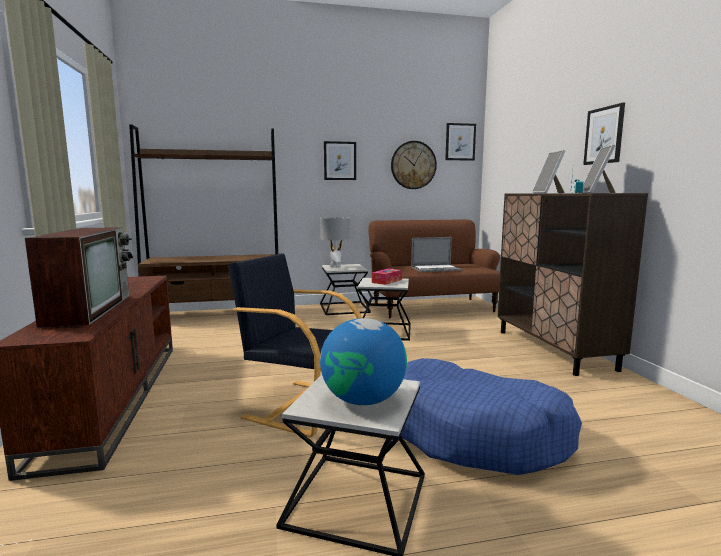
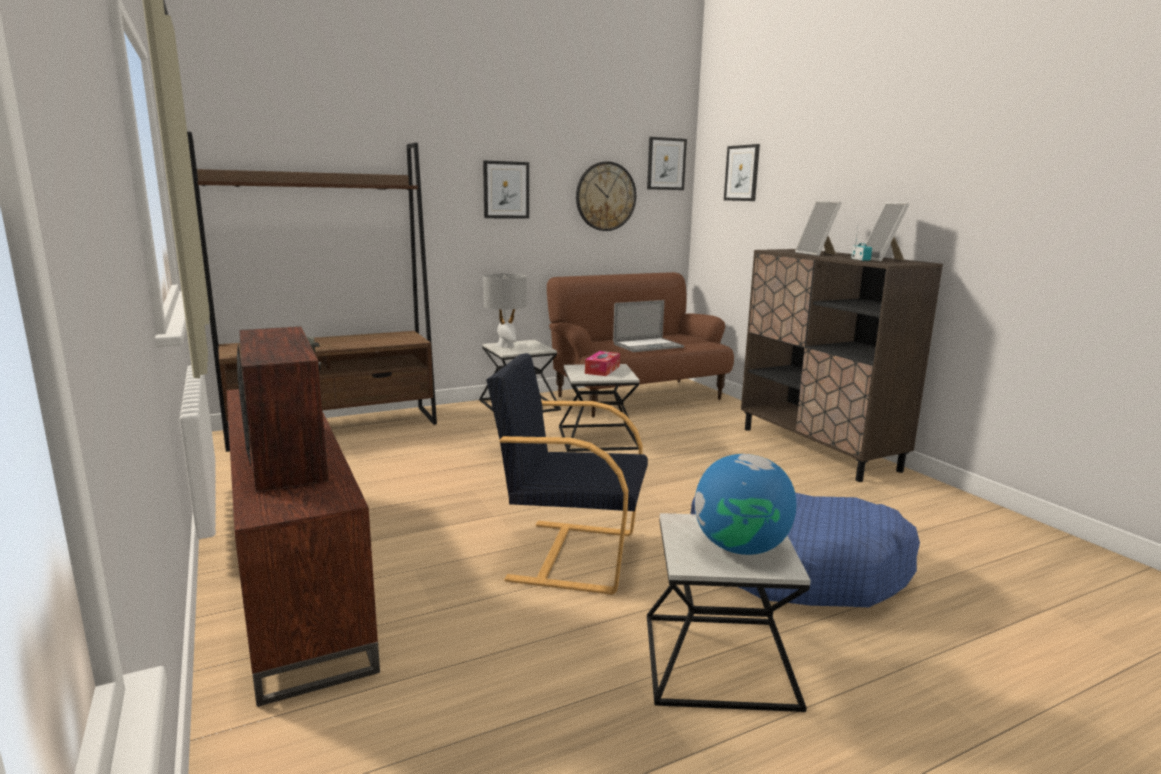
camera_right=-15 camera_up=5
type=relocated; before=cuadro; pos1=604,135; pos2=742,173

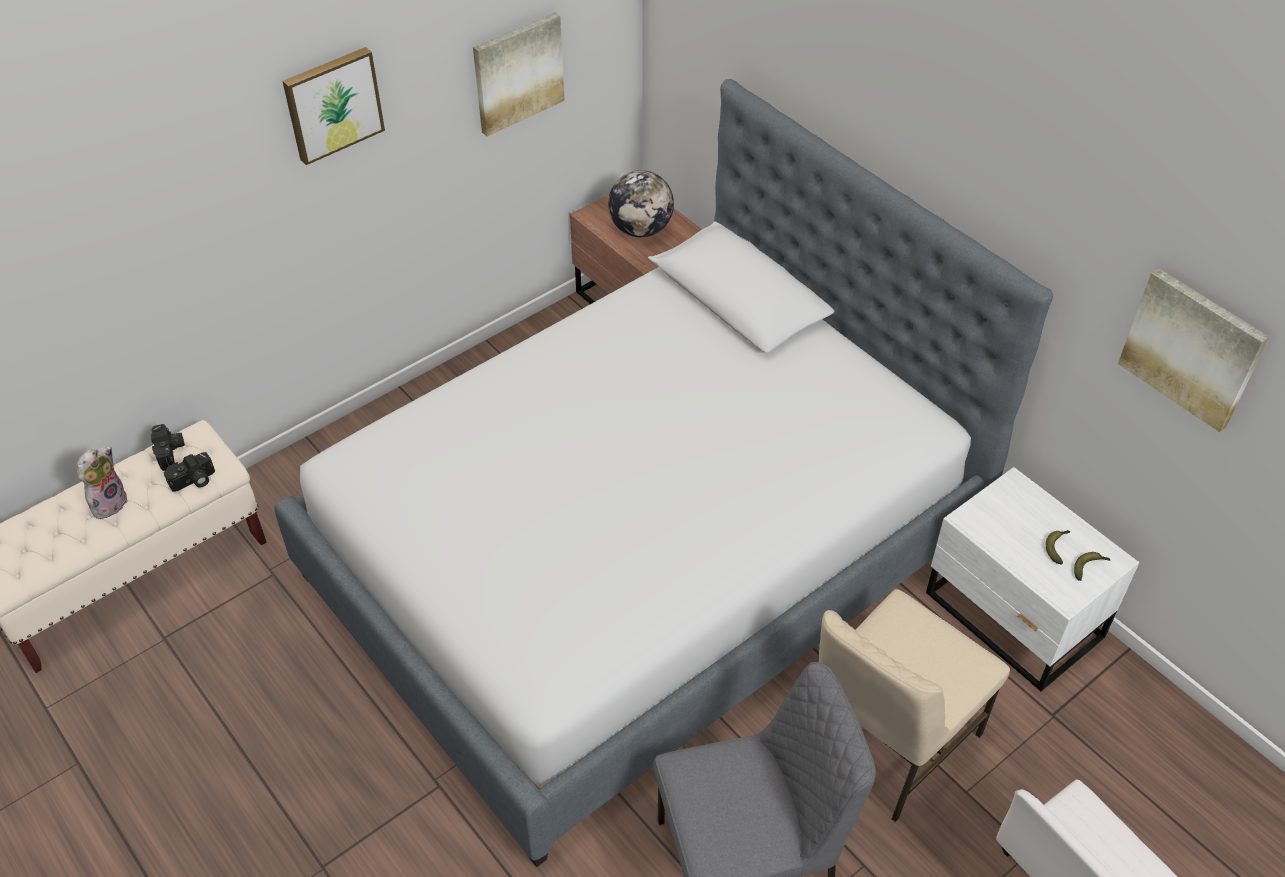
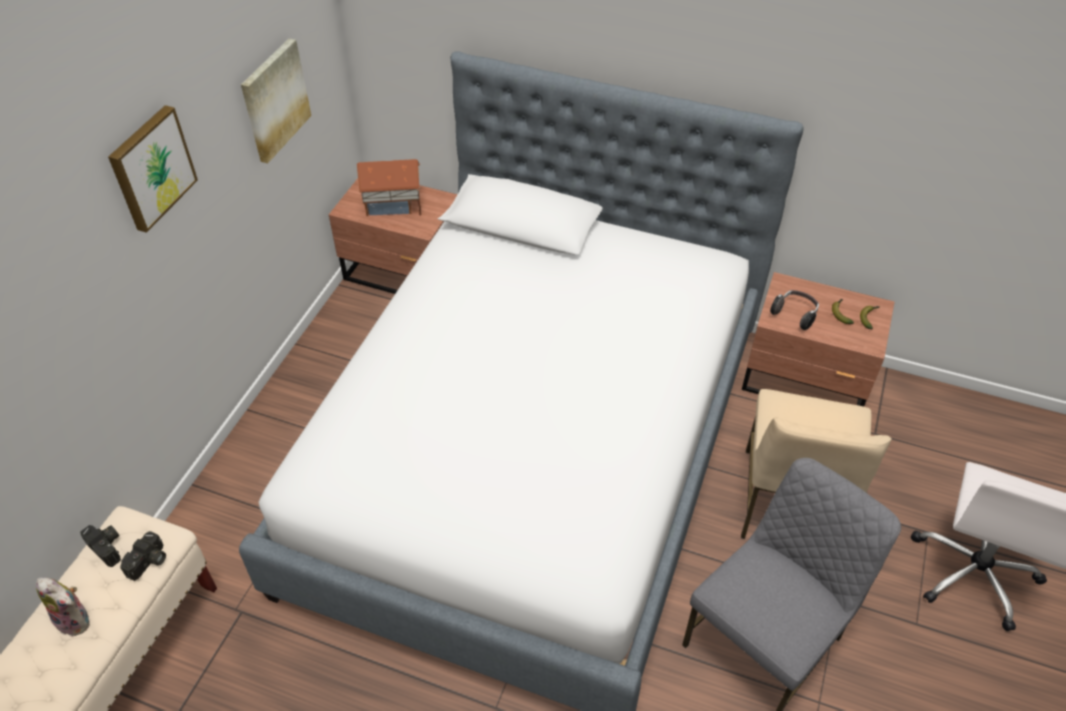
camera_right=-30 camera_up=0
type=missing; before=cuadro; pos1=1192,348
type=appeared; after=auriculares; pos2=795,314
type=exchanged; before=globo terráqueo; after=casita; pos1=641,229; pos2=393,206
type=colour; before=mesita de noche/blanco; after=mesita de noche/marrón; pos1=1013,618; pos2=806,381
type=spun; before=peluche; pos1=109,502; pos2=76,619; turn=120

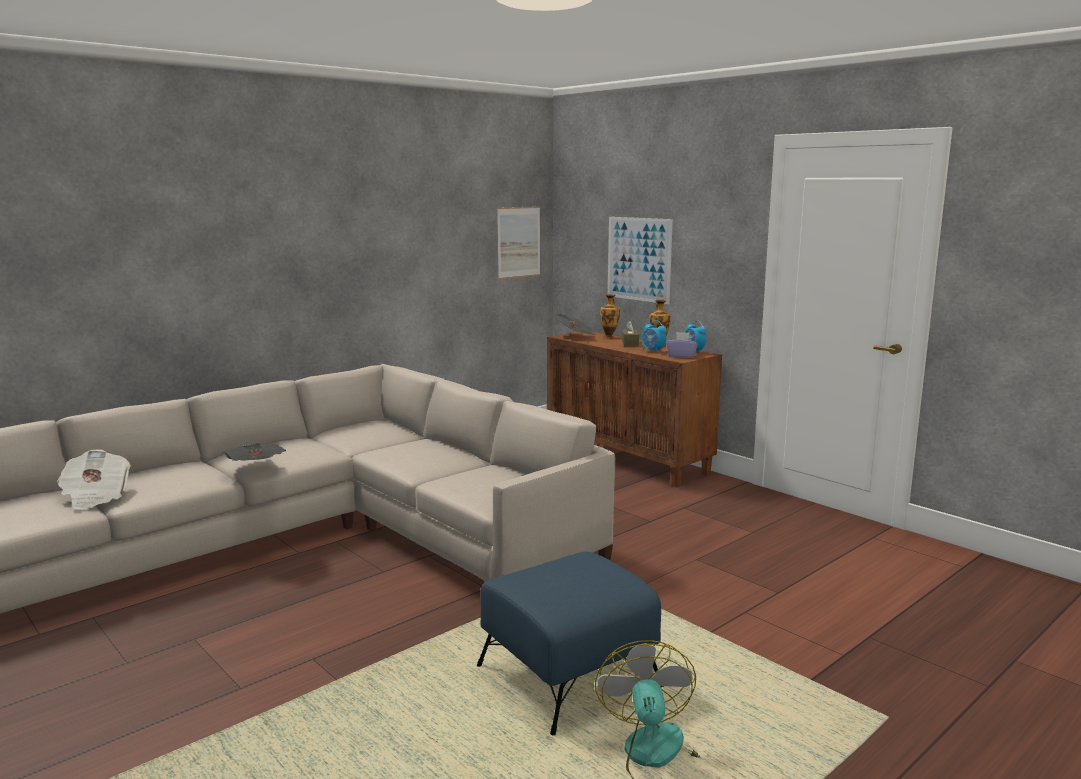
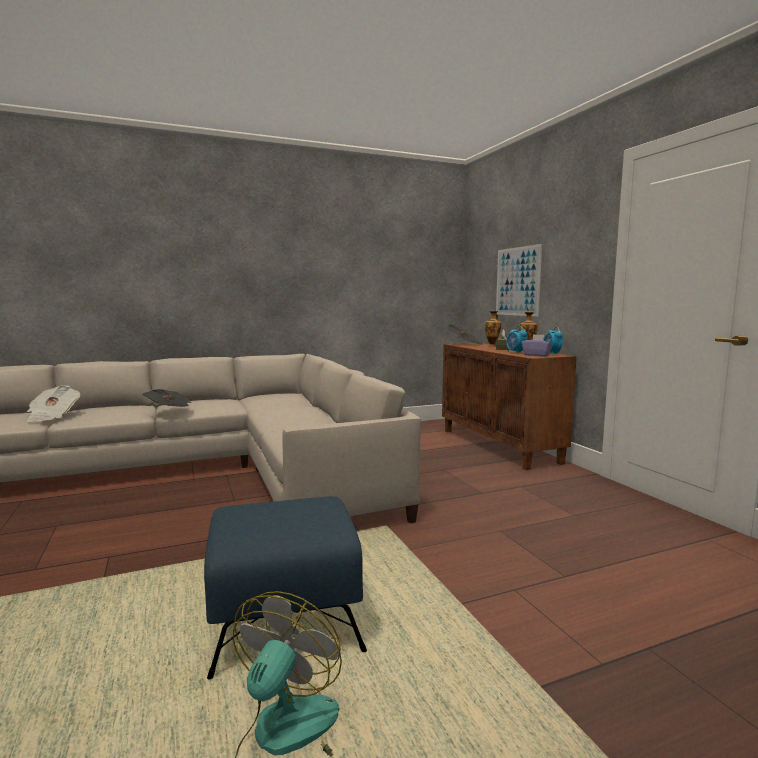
camera_right=20 camera_up=-5
type=missing; before=cuadro; pos1=518,242

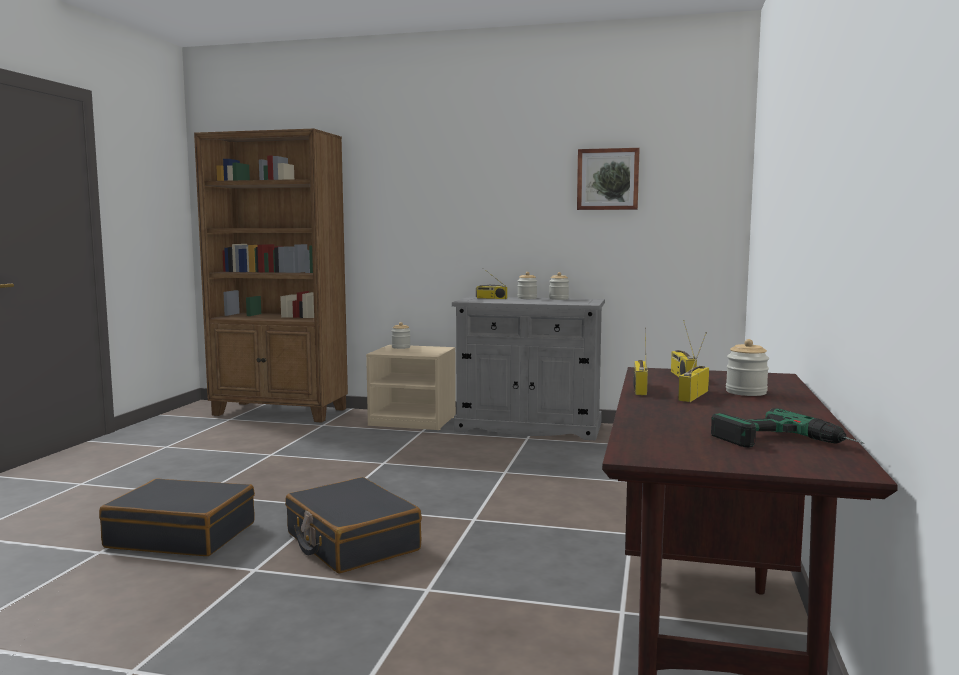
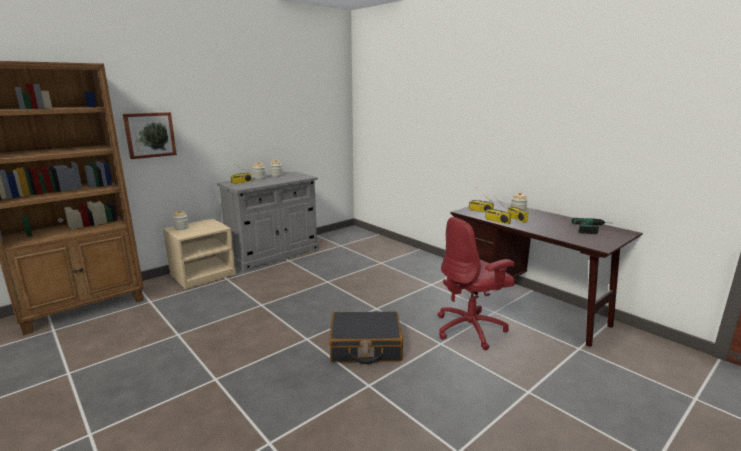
camera_right=-55 camera_up=10
type=missing; before=maleta/negro; pos1=182,535
type=appeared; after=silla de oficina/rojo; pos2=471,329
type=relocated; before=cuadro; pos1=608,179; pos2=150,135

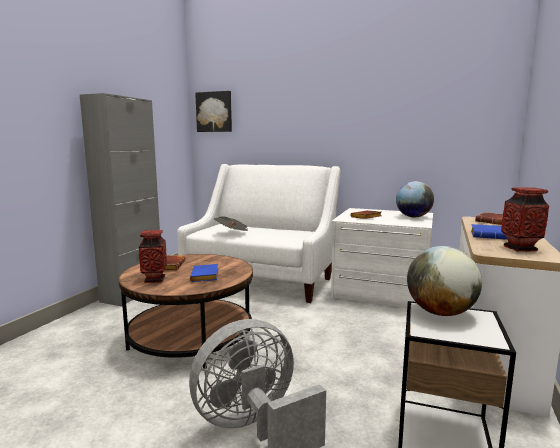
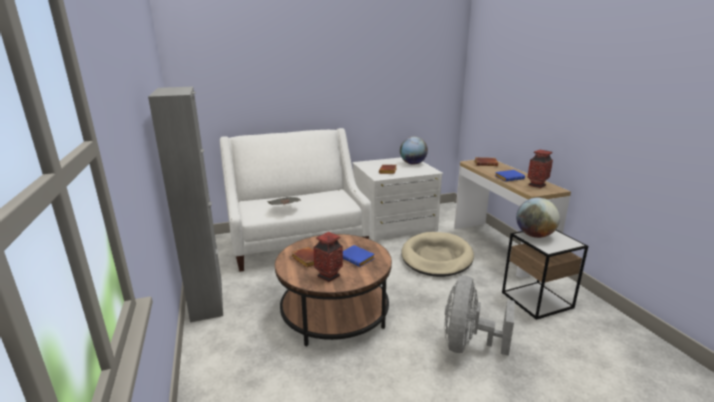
camera_right=-40 camera_up=10
type=missing; before=cuadro; pos1=214,112
type=appeared; after=cama para perro/beis; pos2=436,257

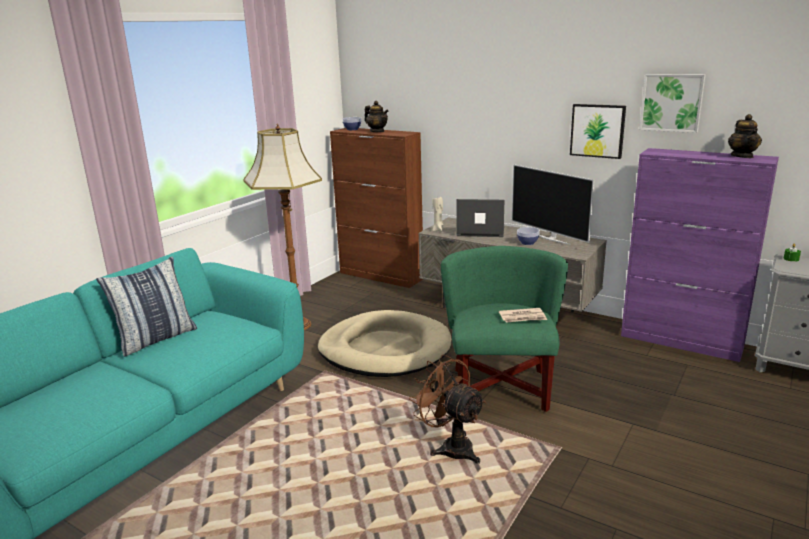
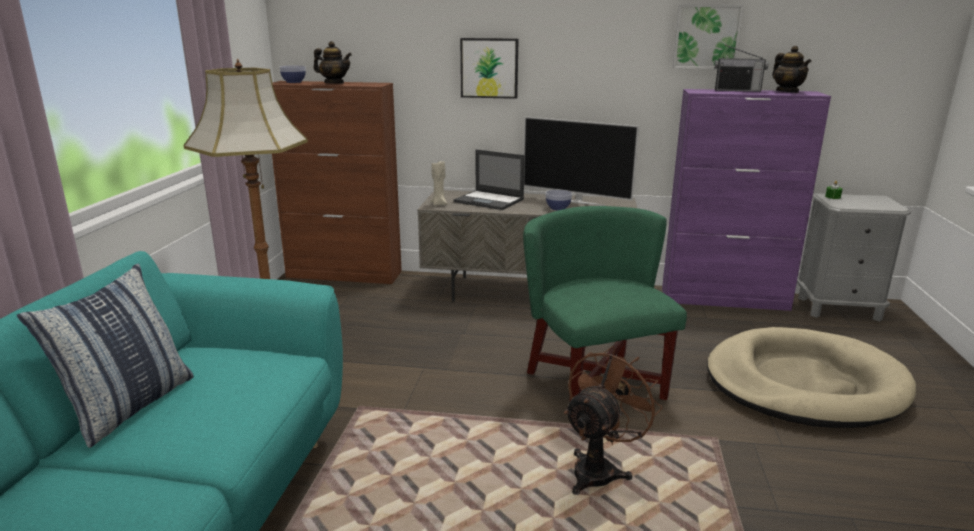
camera_right=-25 camera_up=0
type=missing; before=periódico; pos1=523,317
type=appeared; after=radio; pos2=737,90
type=relocated; before=cama para perro/beis; pos1=385,349; pos2=804,384
type=relocated; before=cuadro; pos1=597,130; pos2=489,68
type=spun; before=ventilador/marrón; pos1=451,447; pos2=599,469; turn=105
type=spun; before=portátil; pos1=480,231; pos2=490,201; turn=-135

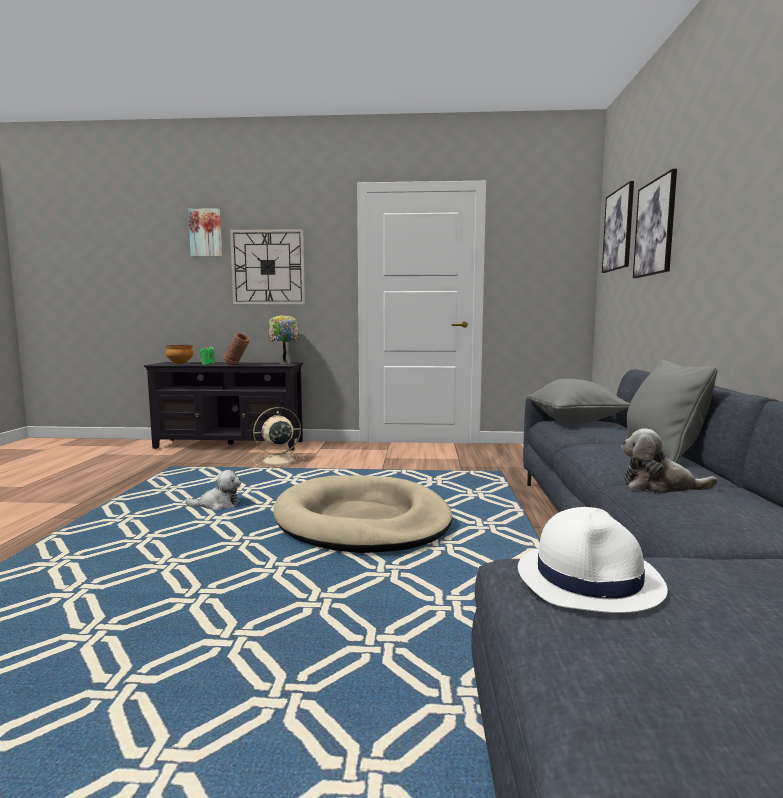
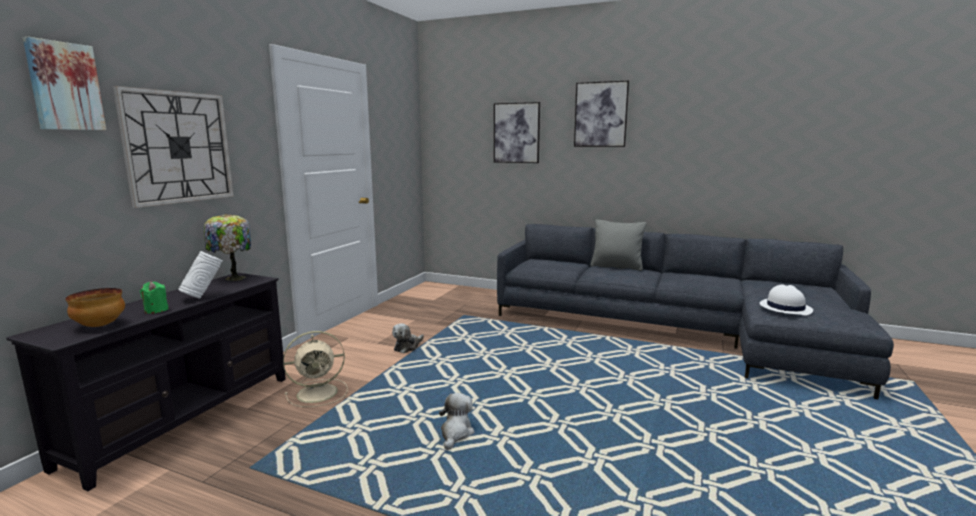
camera_right=-70 camera_up=5
type=missing; before=cama para perro/beis; pos1=362,521
type=missing; before=cojín/gris; pos1=574,422
type=relocated; before=cuadro; pos1=618,230; pos2=600,114
type=relocated; before=peluche; pos1=660,486; pos2=407,347
type=colour; before=florero/marrón; after=florero/blanco; pos1=237,364; pos2=203,297
type=spun; before=ventilador/beis; pos1=277,461; pos2=319,393; turn=-105

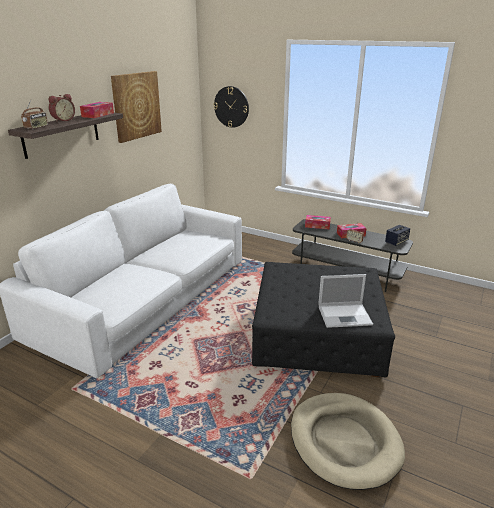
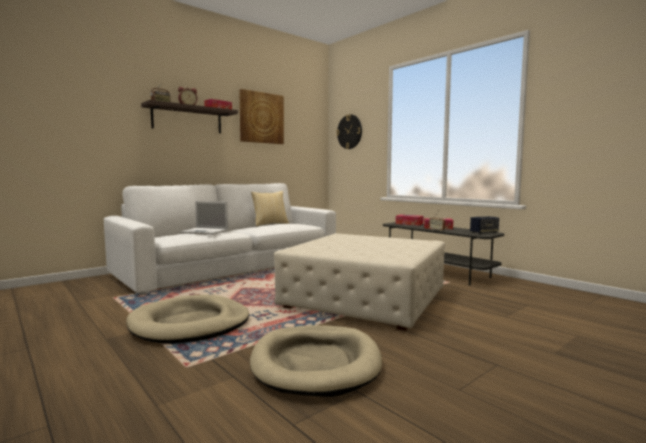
camera_right=20 camera_up=-20
type=appeared; after=cama para perro/beis; pos2=190,324
type=appeared; after=cojín; pos2=270,224
type=relocated; before=portátil; pos1=345,315; pos2=205,231
type=colour; before=puf/negro; after=puf/beis; pos1=318,335; pos2=365,299

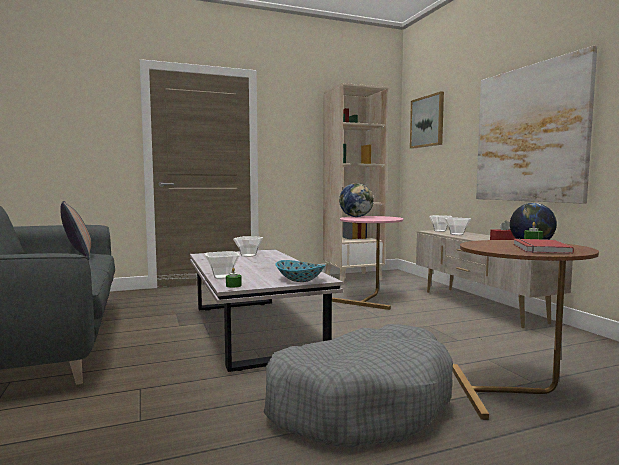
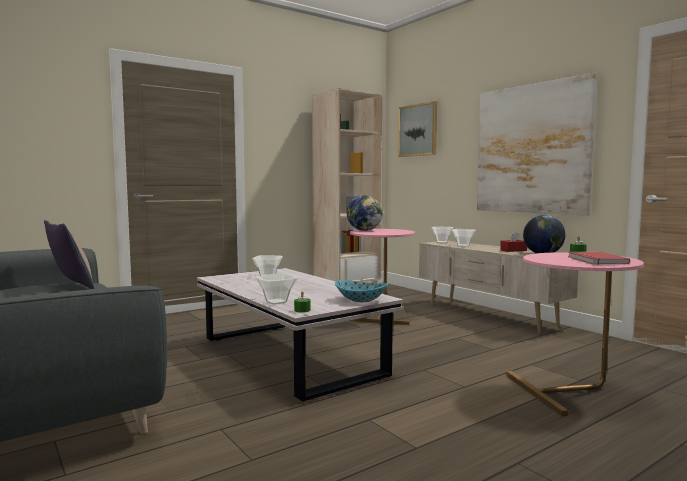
camera_right=-15 camera_up=0
type=missing; before=cama para perro/gris; pos1=359,403
type=colour; before=mesa auxiliar/marrón; after=mesa auxiliar/rosa; pos1=515,393; pos2=573,391

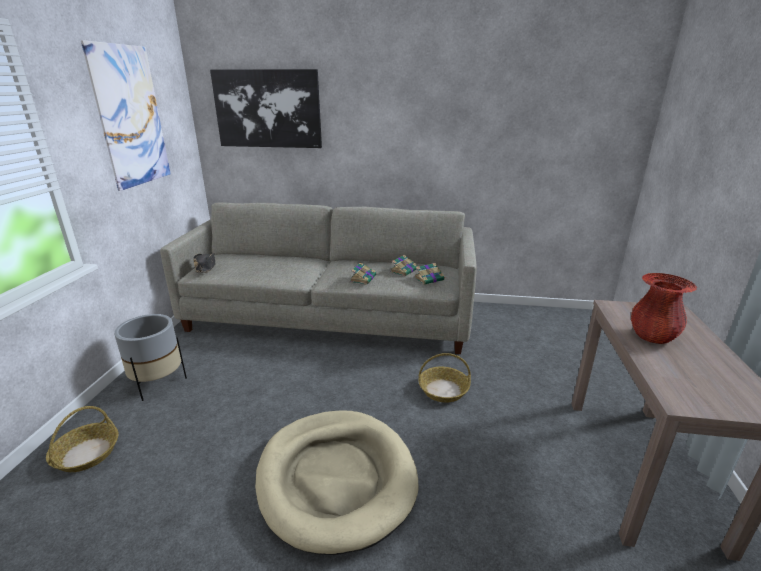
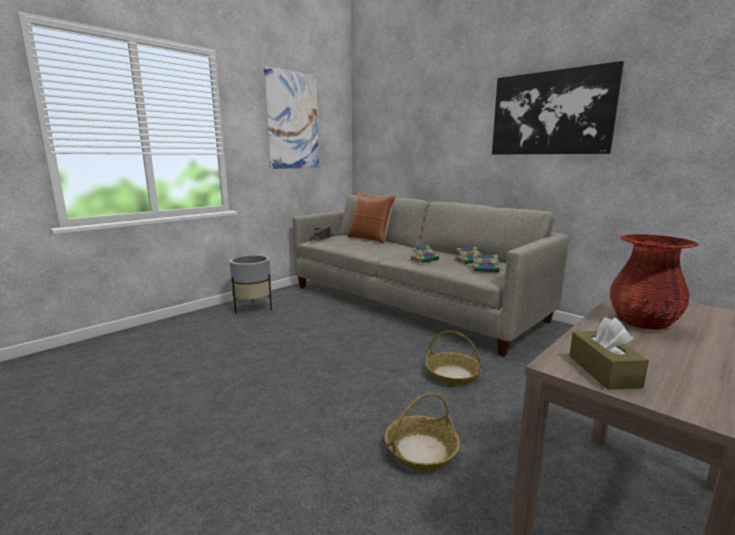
camera_right=35 camera_up=-10
type=missing; before=cama para perro/beis; pos1=336,479
type=appeared; after=cojín/marrón; pos2=370,239
type=appeared; after=caja de pañuelos/marrón; pos2=603,371
type=relocated; before=cesta; pos1=86,454; pos2=421,451
type=relocated; before=cuadro; pos1=268,109; pos2=551,113

